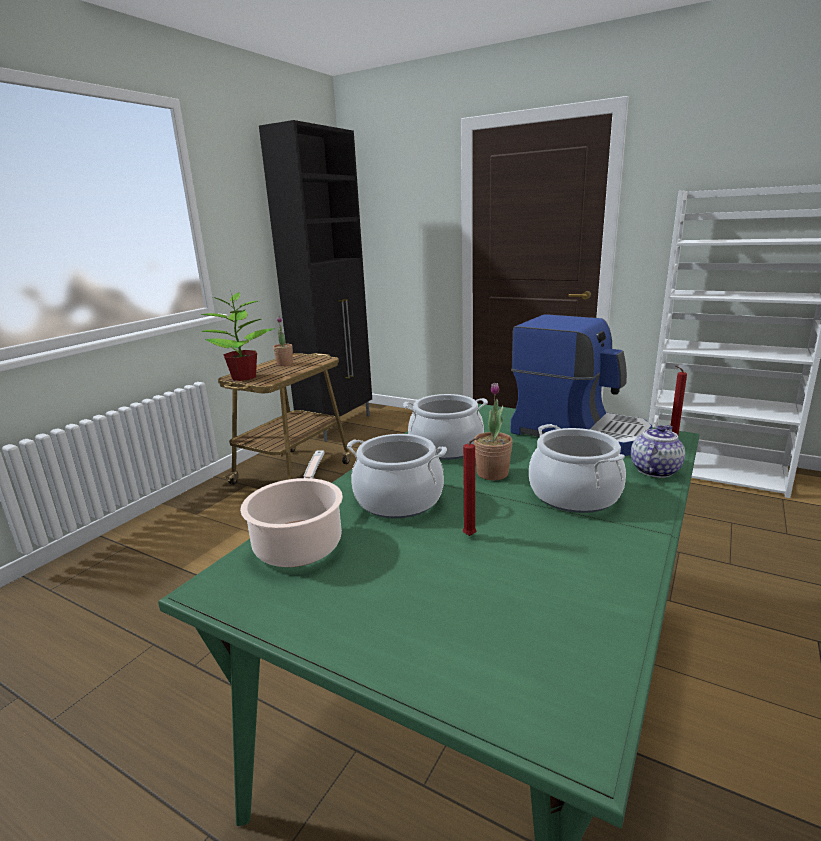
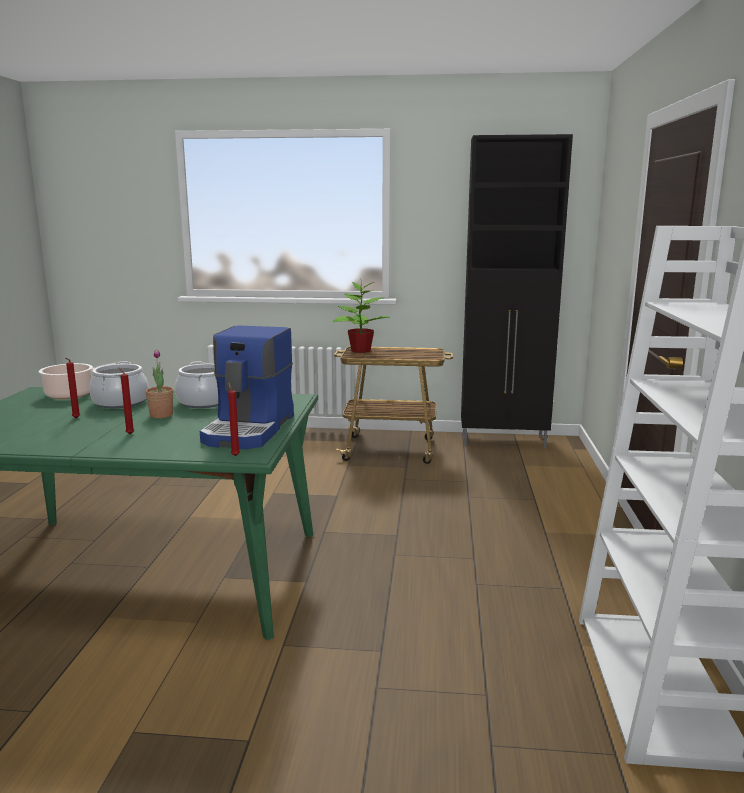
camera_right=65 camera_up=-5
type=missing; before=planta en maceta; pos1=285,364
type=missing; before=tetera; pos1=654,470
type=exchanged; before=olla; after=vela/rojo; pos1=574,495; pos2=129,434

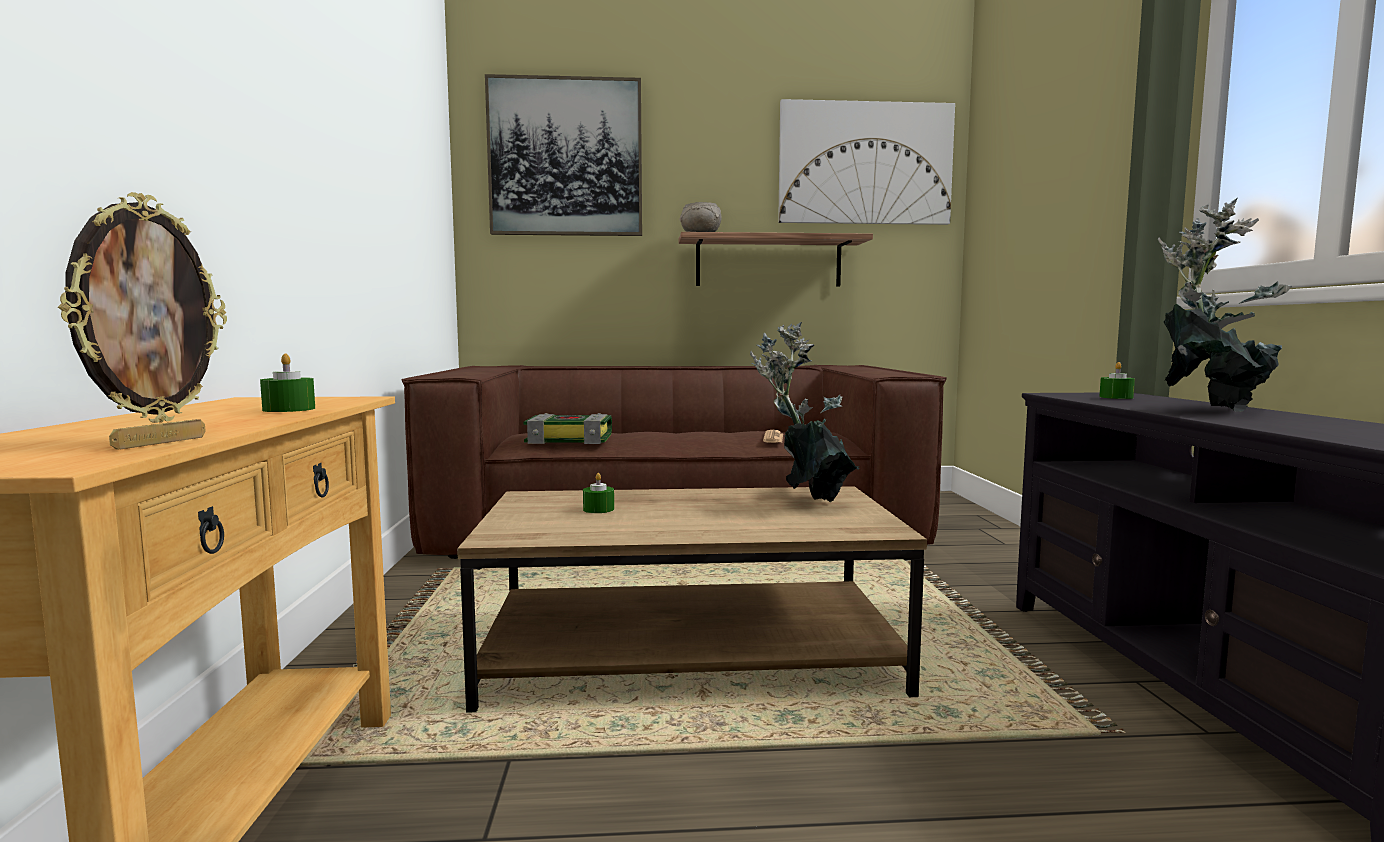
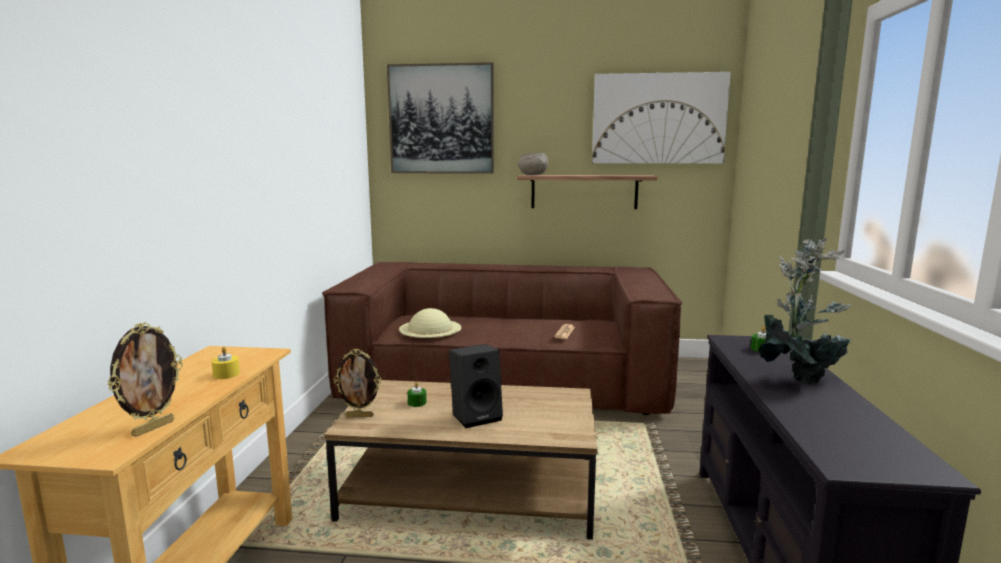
camera_right=10 camera_up=5
type=missing; before=planta en maceta; pos1=807,500
type=appeared; after=portarretratos; pos2=360,416
type=appeared; after=altavoz/negro; pos2=476,416
type=exchanged; before=libro; after=sombrero/beis; pos1=571,440; pos2=430,328
type=colour; before=vela/verde; after=vela/amarillo; pos1=289,409; pos2=226,374

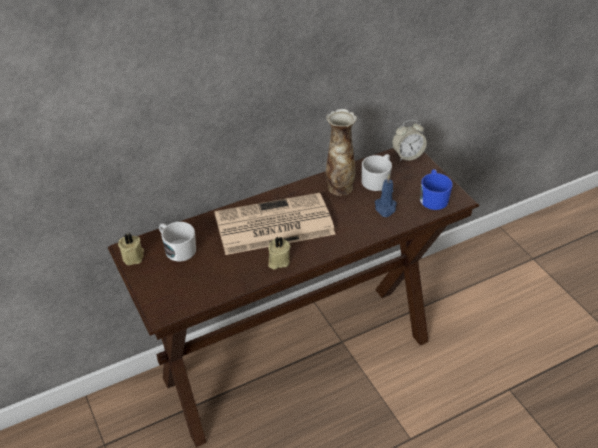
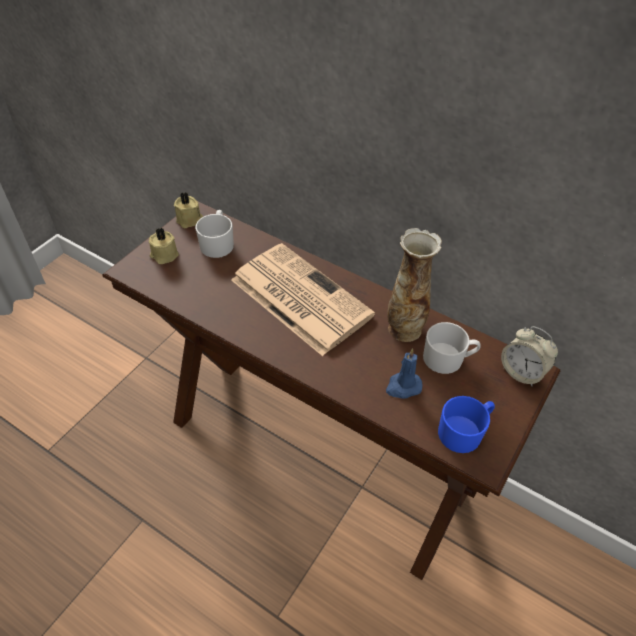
camera_right=60 camera_up=5
type=relocated; before=vela/beis; pos1=278,261; pos2=164,255

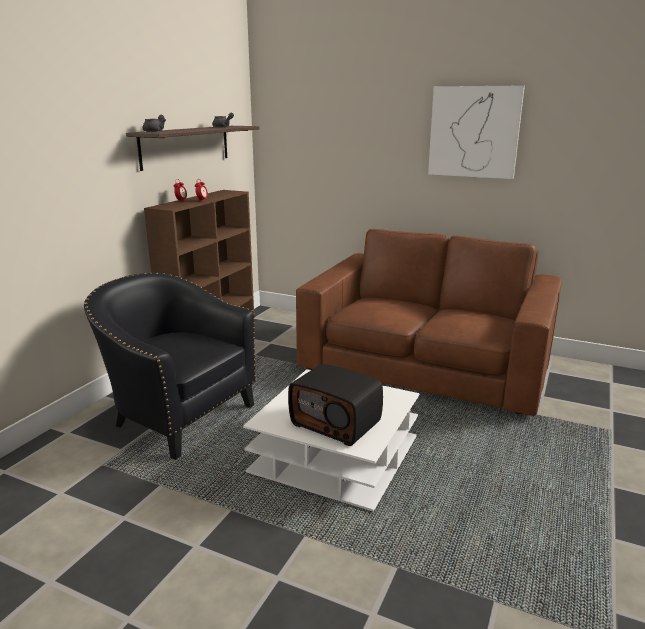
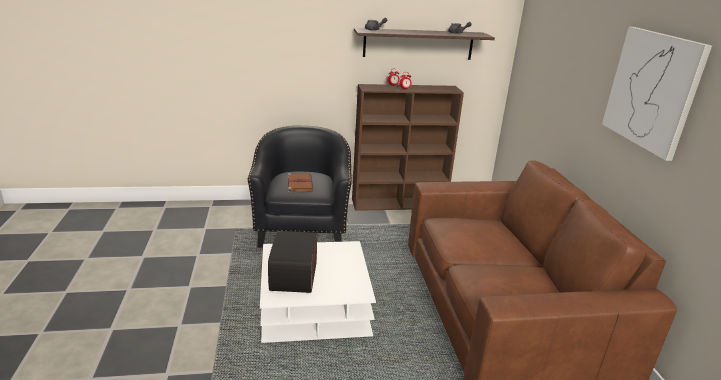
camera_right=55 camera_up=5
type=appeared; after=libro/marrón; pos2=300,184

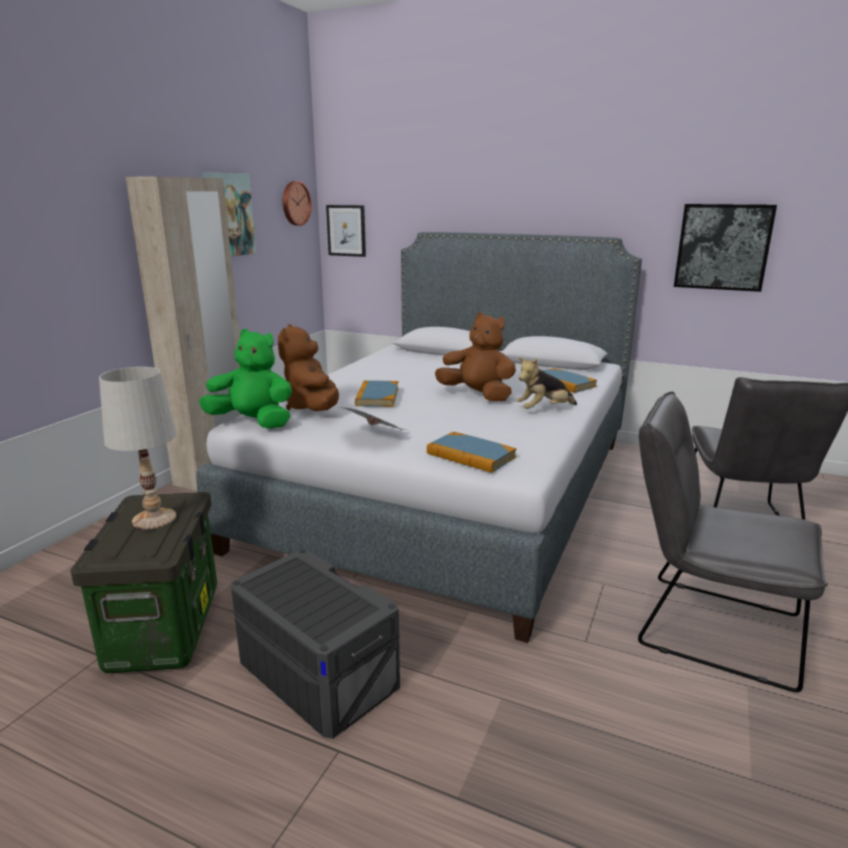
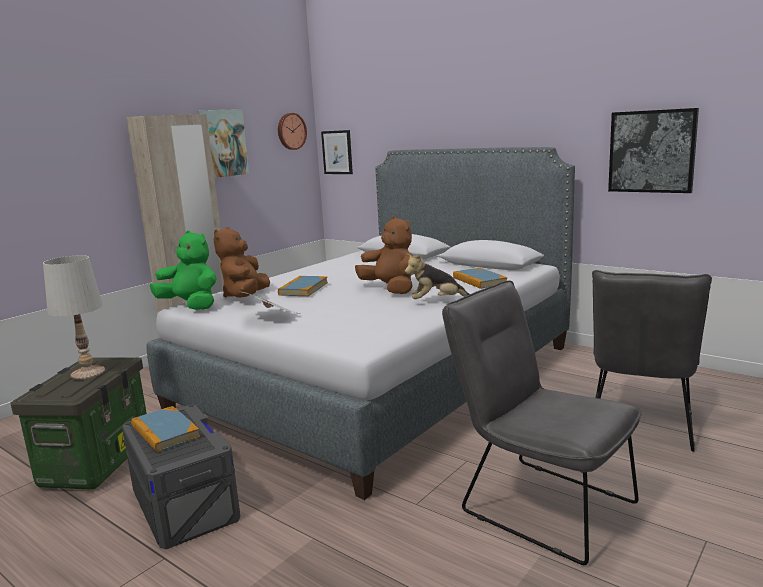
camera_right=15 camera_up=-5
type=relocated; before=libro; pos1=471,455; pos2=165,432

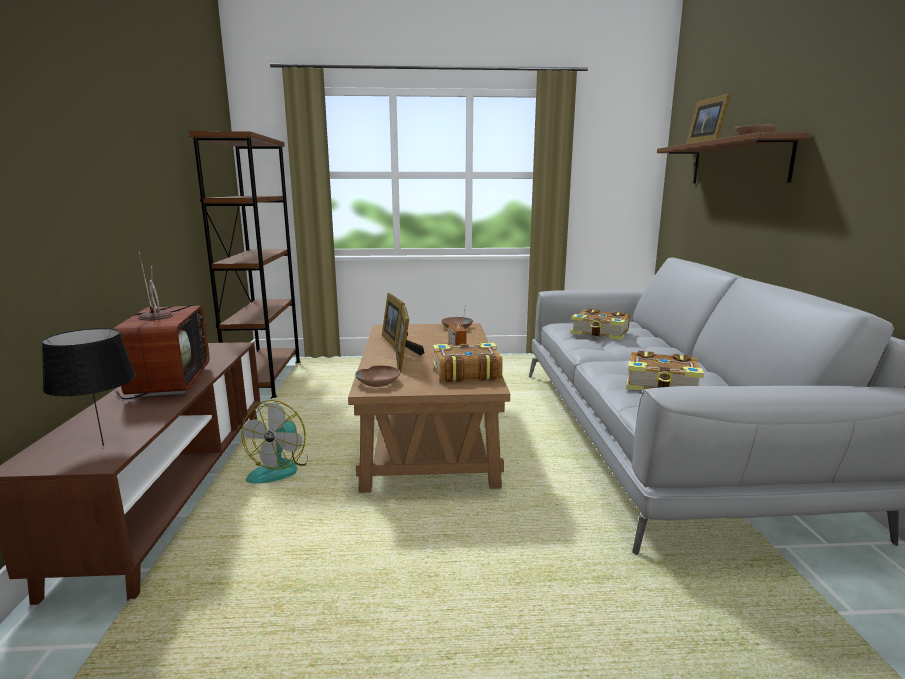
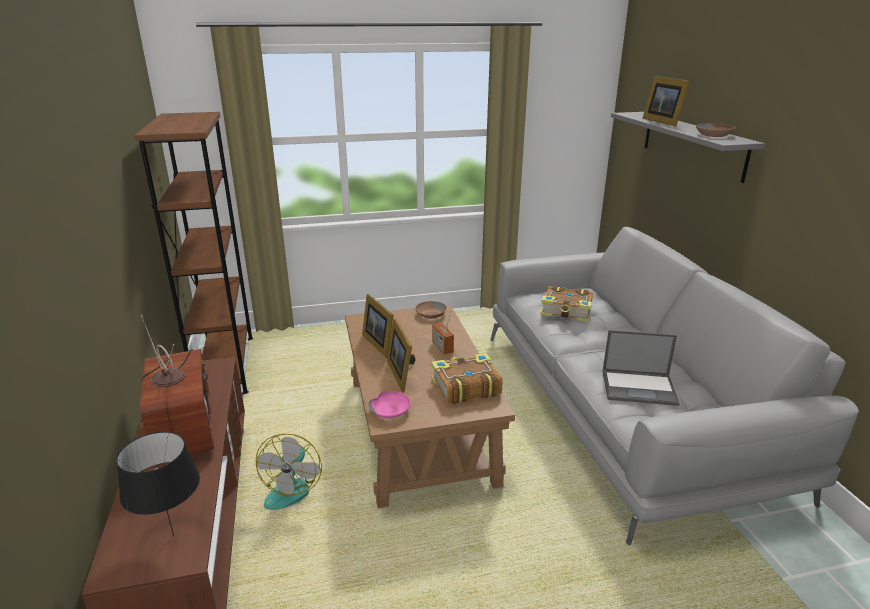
camera_right=-10 camera_up=10
type=exchanged; before=libro; after=portátil; pos1=662,385; pos2=639,387
type=colour; before=cuenco/marrón; after=cuenco/rosa; pos1=379,382; pos2=390,410
type=colour; before=estante/marrón; after=estante/gris; pos1=738,162; pos2=692,144

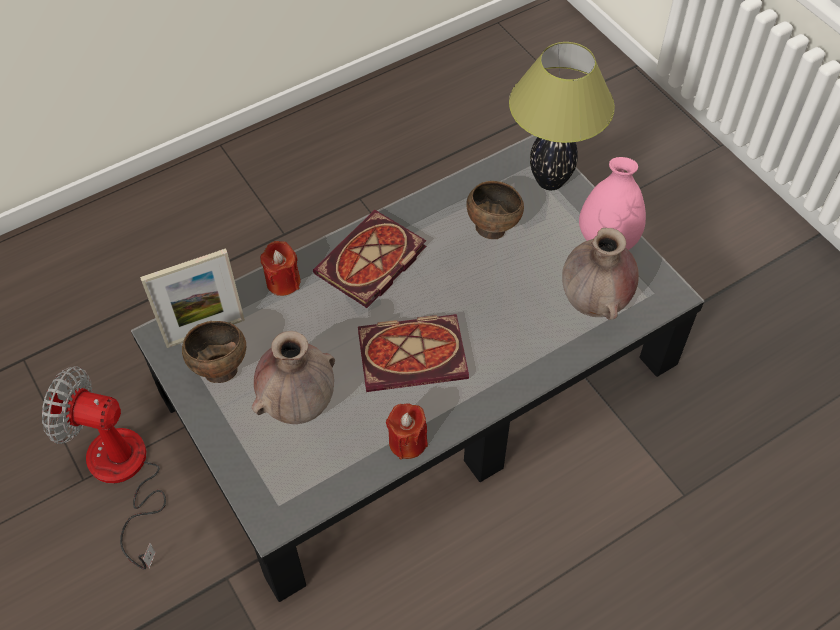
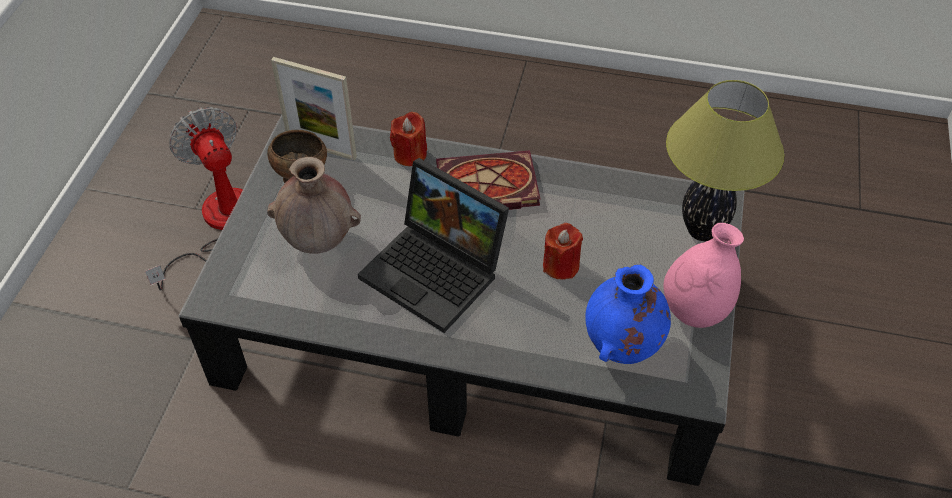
camera_right=45 camera_up=-5
type=missing; before=cuenco/marrón; pos1=492,228
type=relocated; before=vela/rojo; pos1=407,442; pos2=561,265
type=exchanged; before=libro; after=portátil; pos1=415,353; pos2=437,271
type=colour; before=florero/marrón; after=florero/azul; pos1=594,303; pos2=622,347

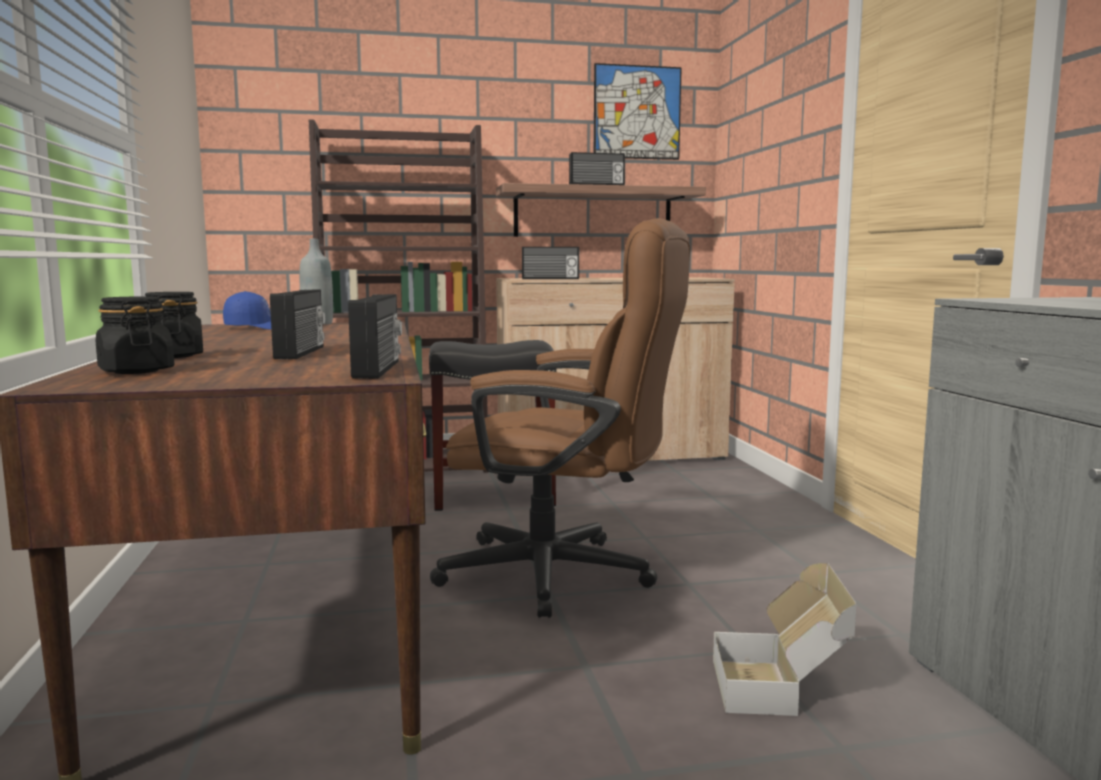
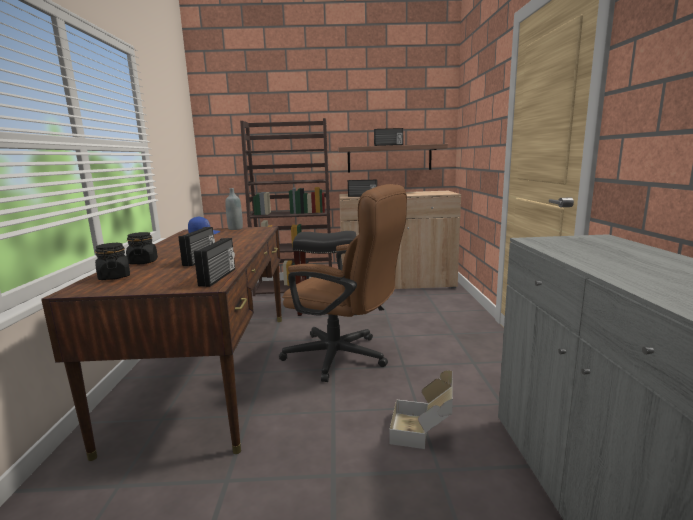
camera_right=10 camera_up=5
type=missing; before=cuadro; pos1=637,112

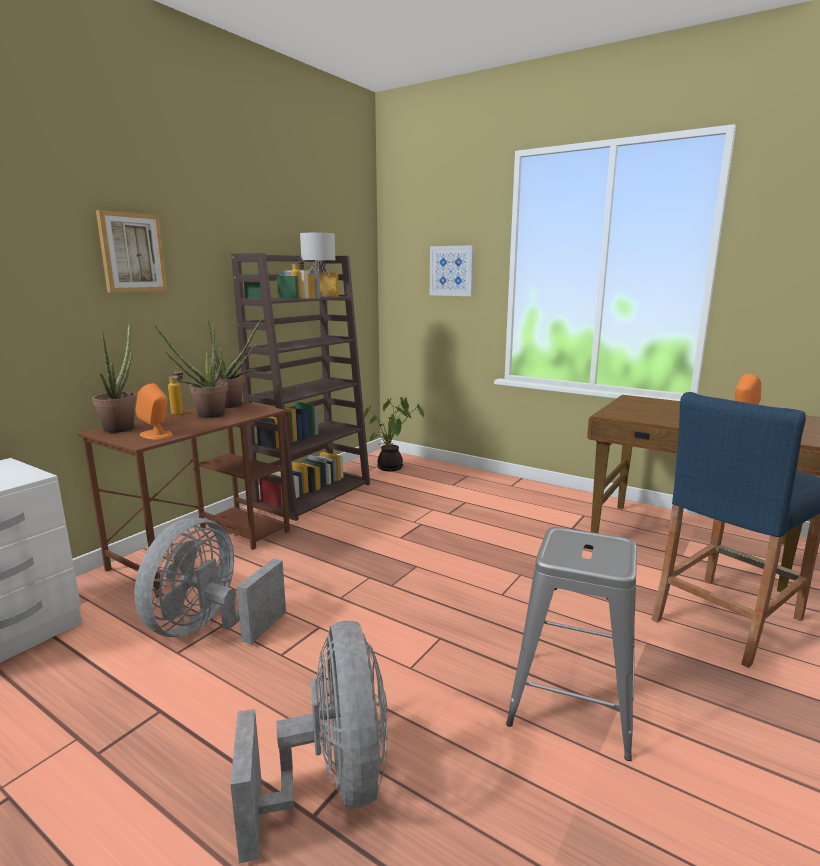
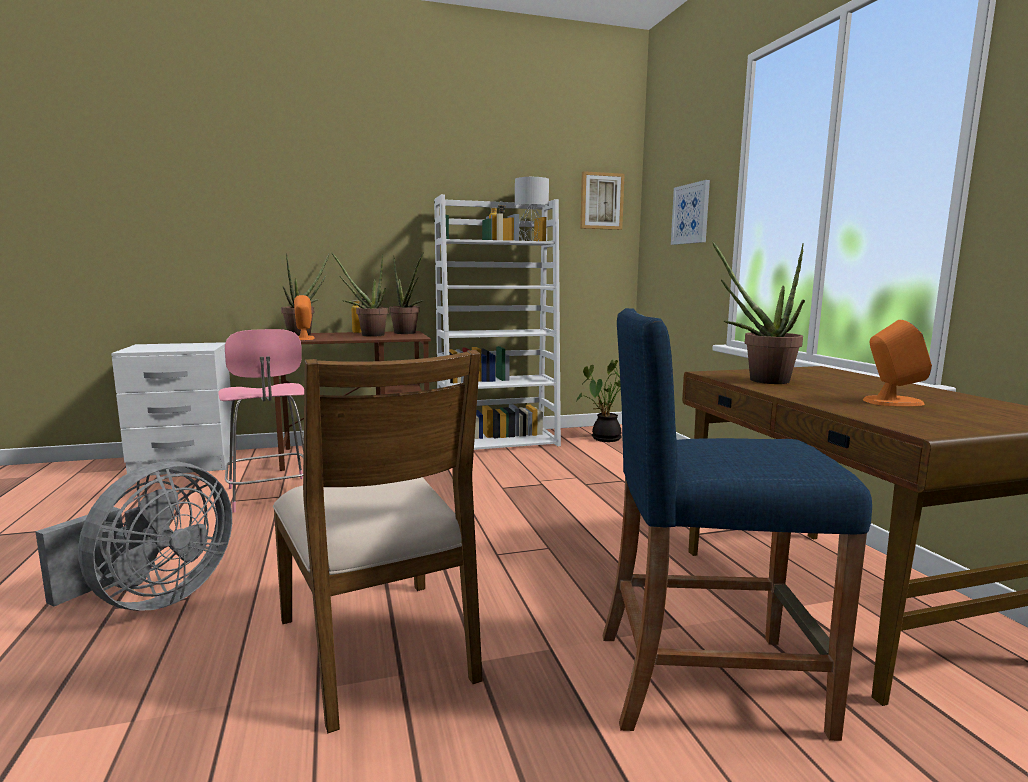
camera_right=40 camera_up=-5
type=appeared; after=planta en maceta; pos2=760,380
type=relocated; before=cuadro; pos1=132,252; pos2=601,201
type=exchanged; before=ventilador/gris; after=silla/rosa; pos1=209,628; pos2=270,495
type=exchanged; before=taburete/gris; after=silla/marrón; pos1=572,701; pos2=379,647
type=colour; before=estantería/marrón; after=estantería/blanco; pos1=314,494; pos2=499,441

